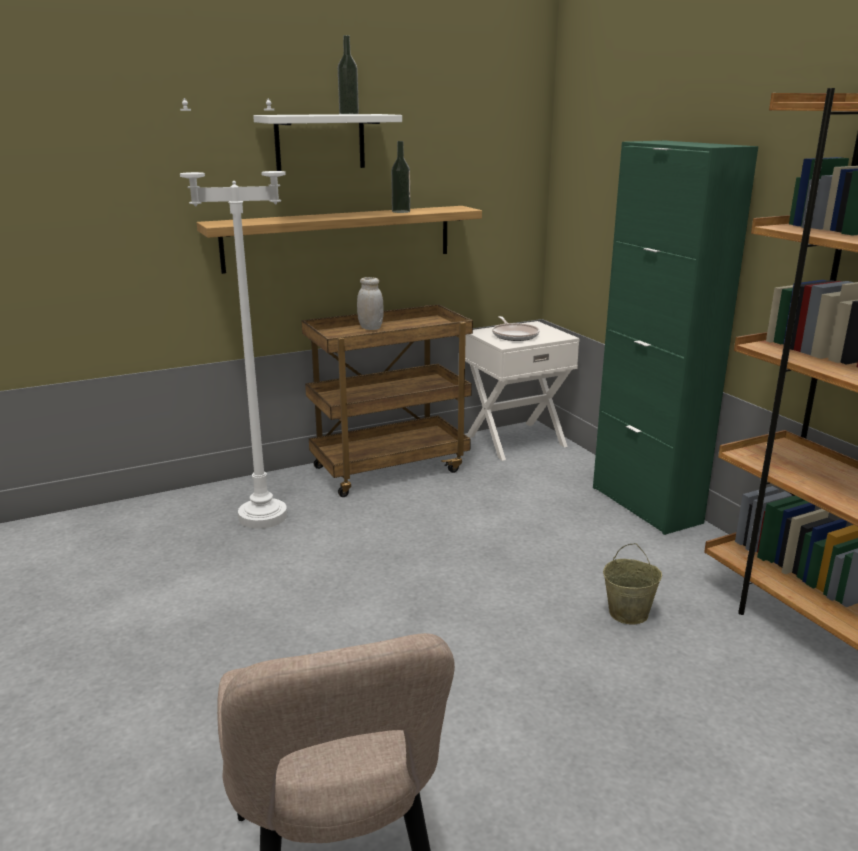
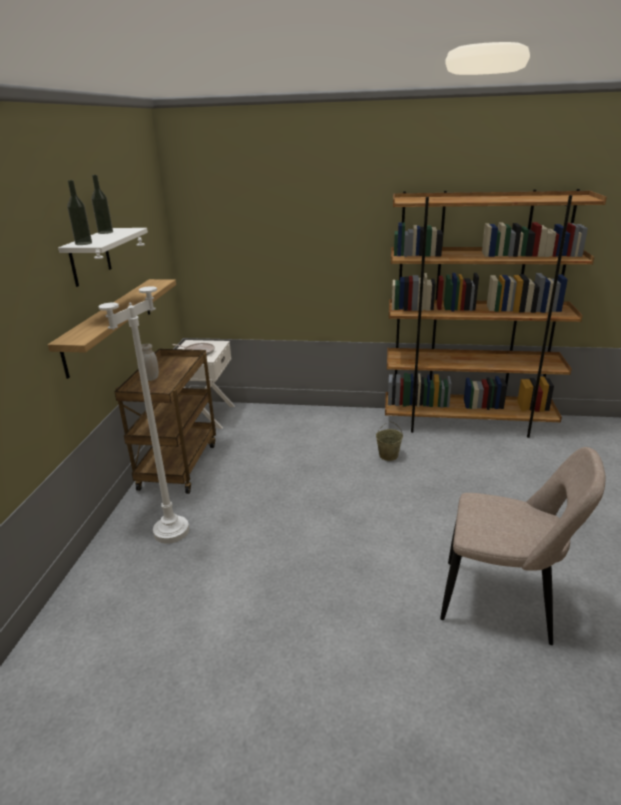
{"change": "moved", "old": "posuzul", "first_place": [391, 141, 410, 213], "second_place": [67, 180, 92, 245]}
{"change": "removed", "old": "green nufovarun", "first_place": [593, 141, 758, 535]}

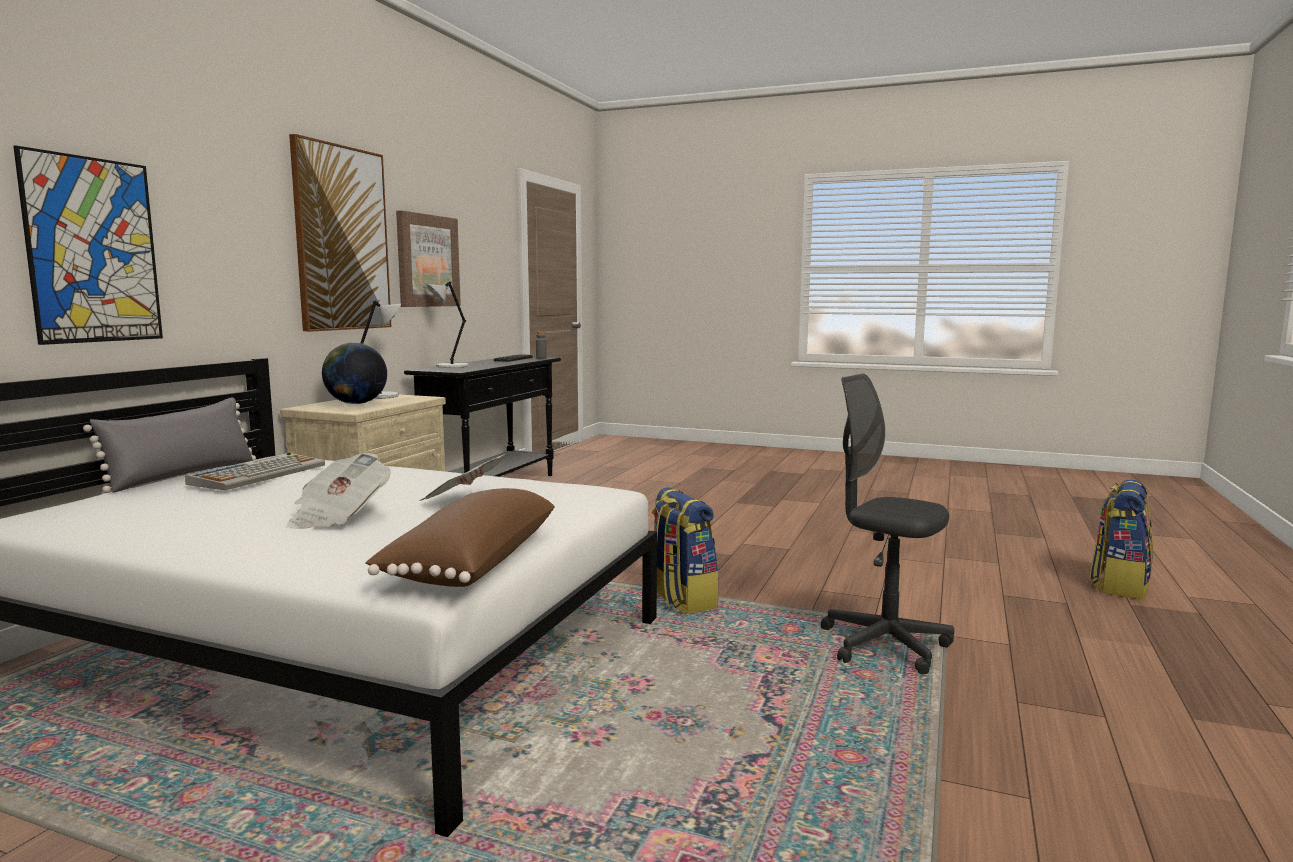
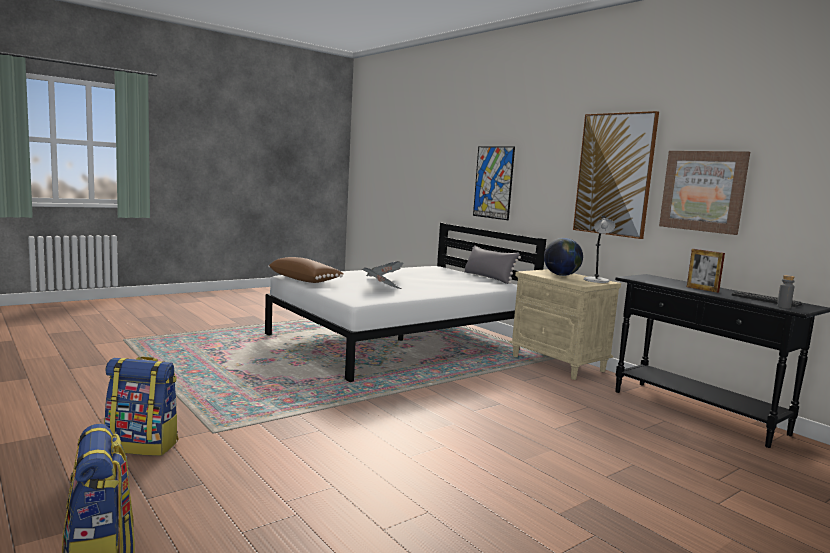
{"change": "removed", "old": "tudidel", "first_place": [185, 453, 325, 490]}
{"change": "removed", "old": "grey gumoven", "first_place": [427, 281, 469, 368]}
{"change": "moved", "old": "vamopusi", "first_place": [652, 487, 719, 615], "second_place": [104, 357, 178, 456]}
{"change": "removed", "old": "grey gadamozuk", "first_place": [821, 374, 954, 674]}
{"change": "added", "new": "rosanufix", "second_place": [687, 249, 725, 293]}

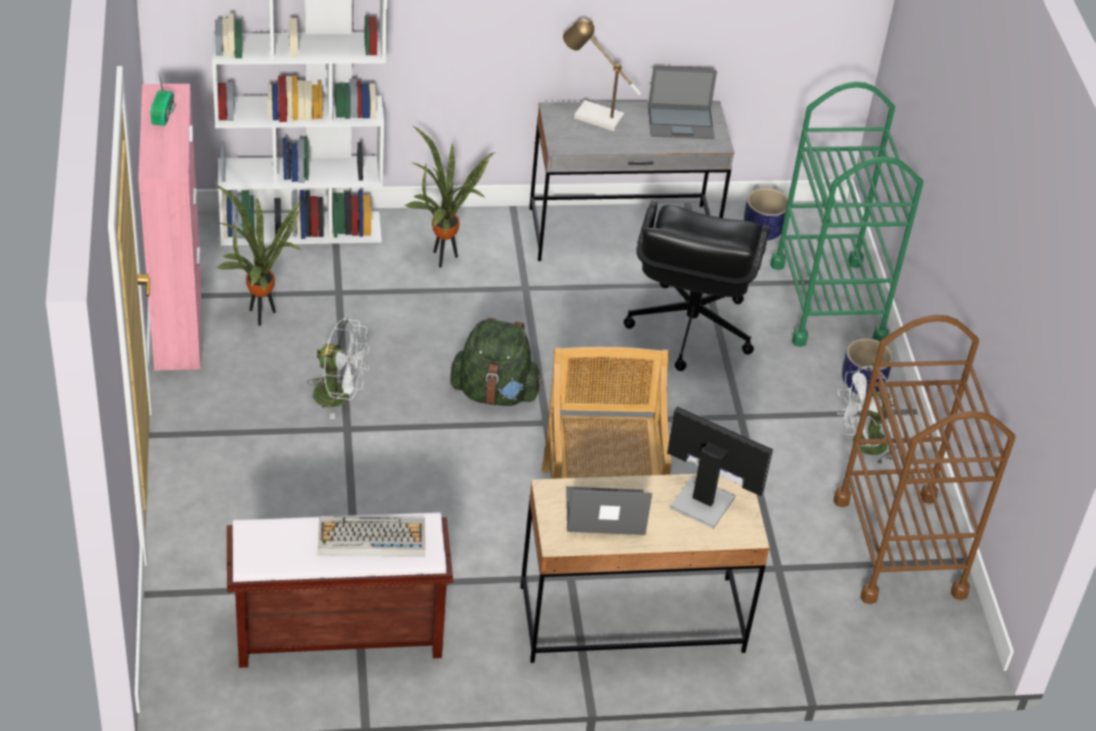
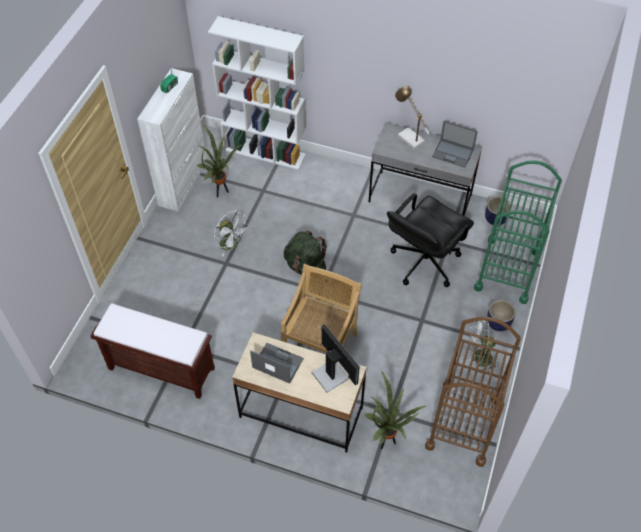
{"change": "recoloured", "old": "pink nufovarun", "new": "white nufovarun", "first_place": [138, 84, 201, 371], "second_place": [137, 68, 207, 212]}
{"change": "removed", "old": "tudidel", "first_place": [318, 516, 425, 557]}
{"change": "moved", "old": "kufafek", "first_place": [404, 126, 496, 268], "second_place": [364, 370, 426, 449]}

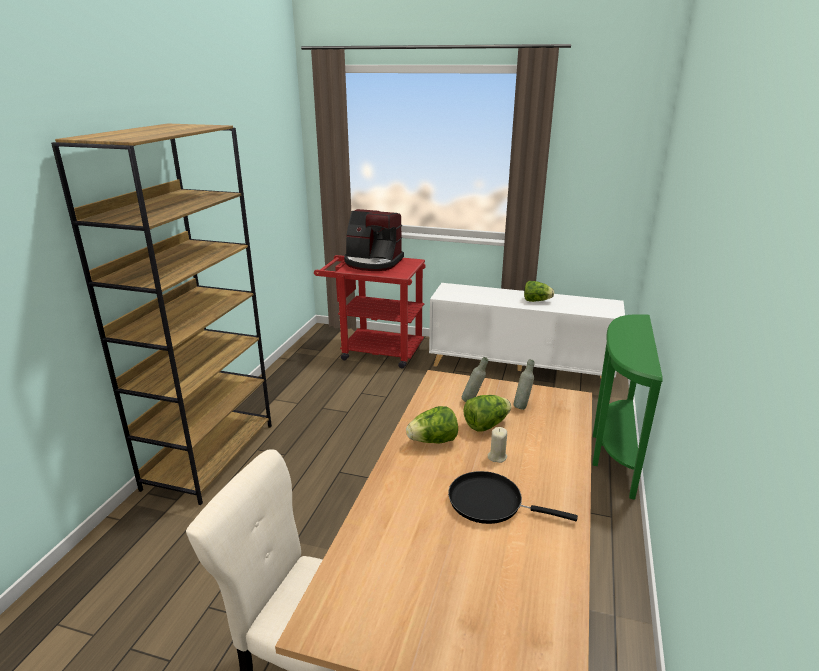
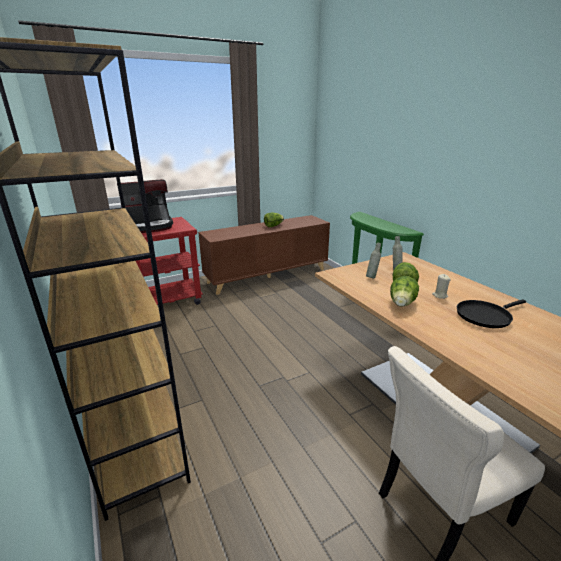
{"change": "recoloured", "old": "white nufovarun", "new": "brown nufovarun", "first_place": [429, 283, 625, 378], "second_place": [198, 215, 330, 295]}

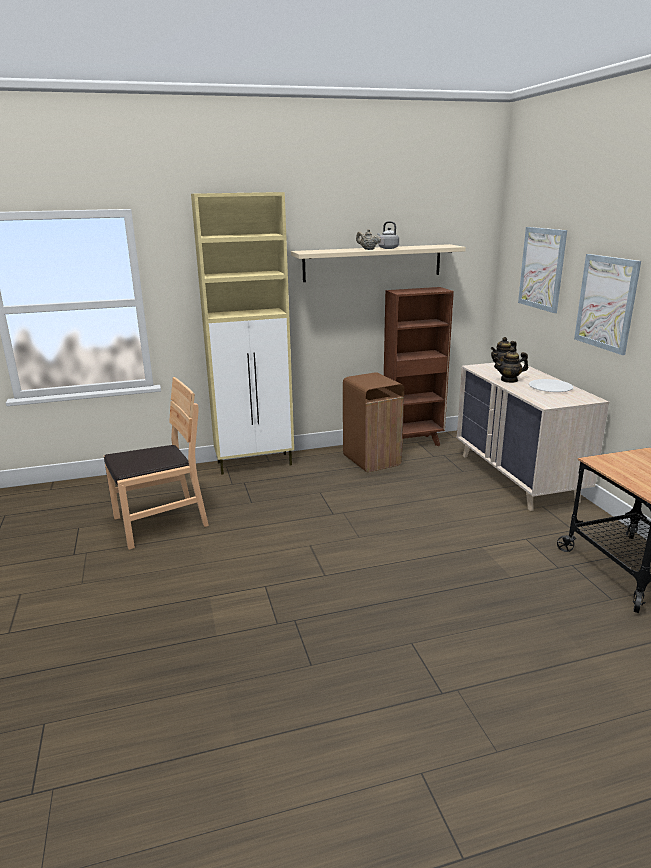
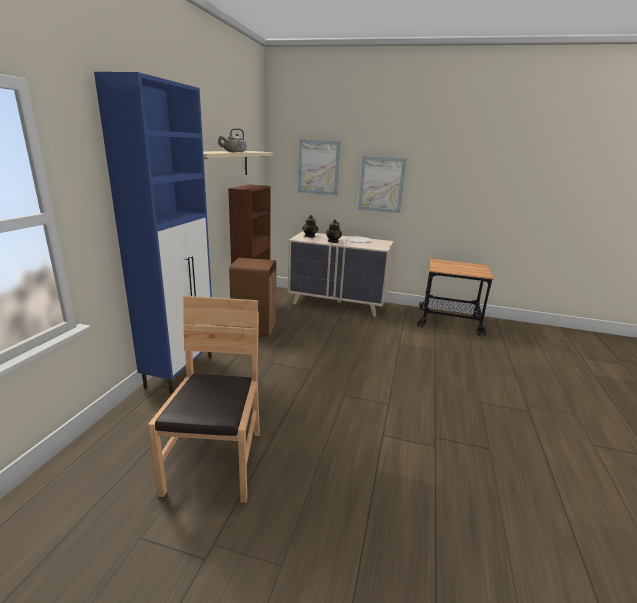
{"change": "recoloured", "old": "beige nufovarun", "new": "blue nufovarun", "first_place": [191, 192, 294, 475], "second_place": [94, 72, 212, 394]}

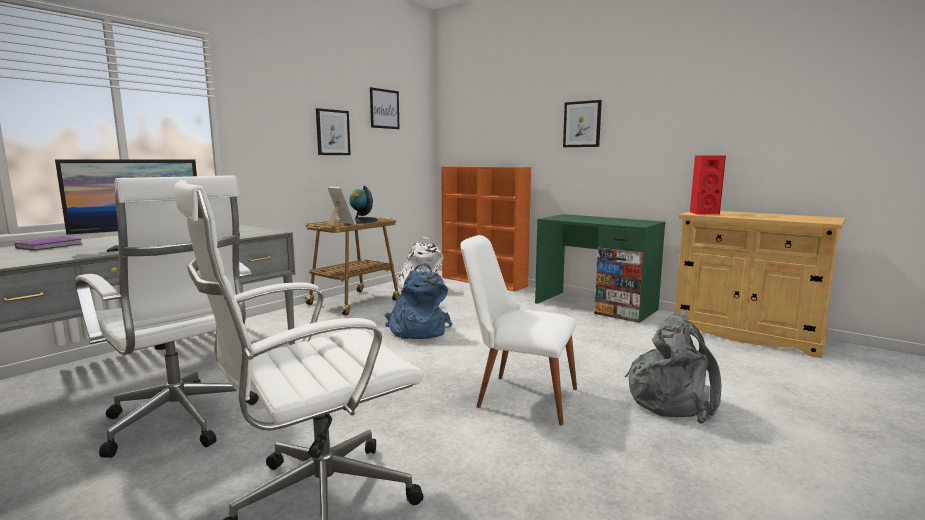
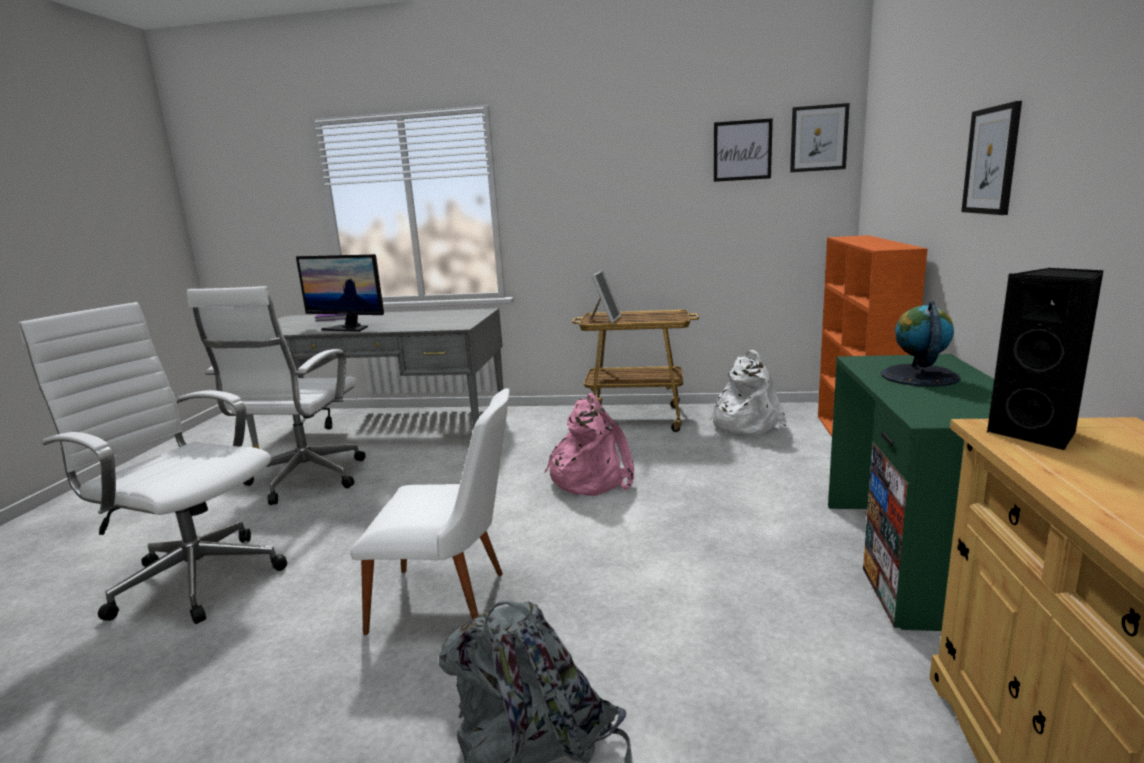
{"change": "moved", "old": "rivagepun", "first_place": [316, 108, 351, 155], "second_place": [790, 103, 850, 172]}
{"change": "moved", "old": "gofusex", "first_place": [349, 185, 378, 223], "second_place": [881, 301, 961, 387]}
{"change": "recoloured", "old": "blue vamopusi", "new": "pink vamopusi", "first_place": [385, 263, 452, 339], "second_place": [544, 393, 634, 496]}
{"change": "turned", "old": "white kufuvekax", "first_place": [460, 235, 577, 425], "second_place": [351, 388, 510, 635], "degrees": 105}
{"change": "recoloured", "old": "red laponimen", "new": "black laponimen", "first_place": [690, 155, 726, 214], "second_place": [987, 268, 1104, 451]}

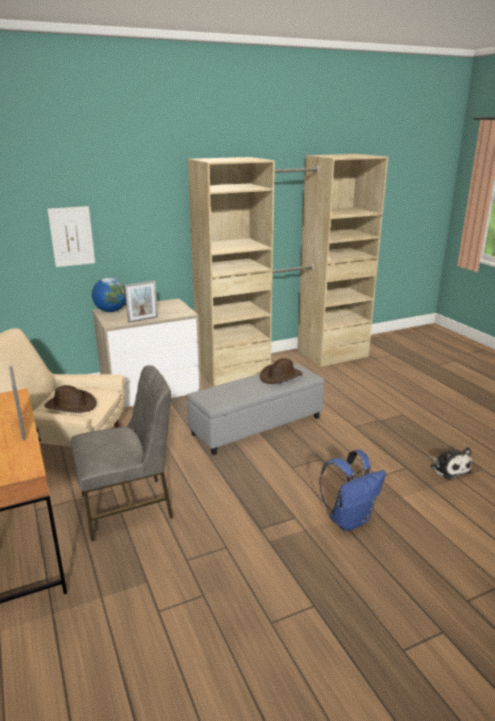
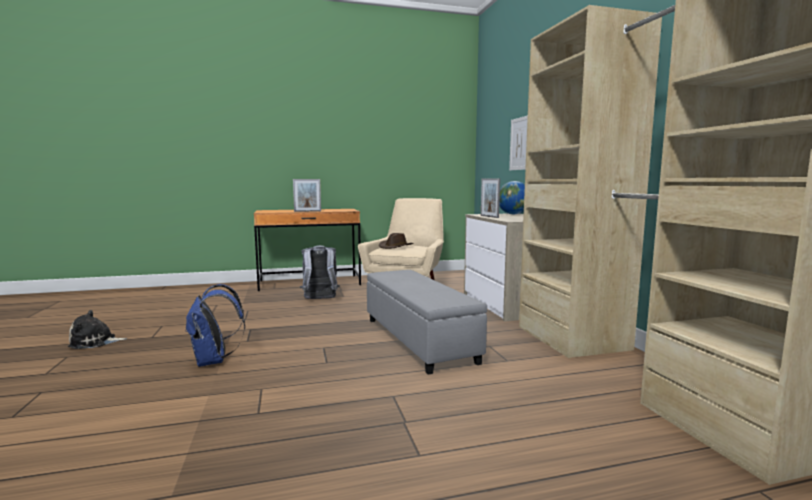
{"change": "replaced", "old": "grey kufuvekax", "new": "grey vamopusi", "first_place": [71, 365, 173, 542], "second_place": [300, 245, 340, 299]}
{"change": "removed", "old": "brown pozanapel", "first_place": [260, 358, 303, 384]}
{"change": "moved", "old": "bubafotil", "first_place": [429, 447, 472, 480], "second_place": [68, 310, 127, 349]}

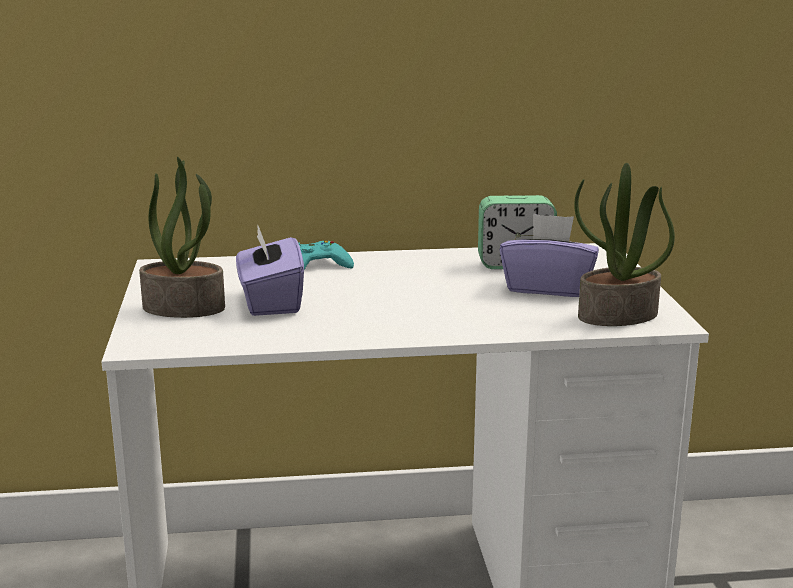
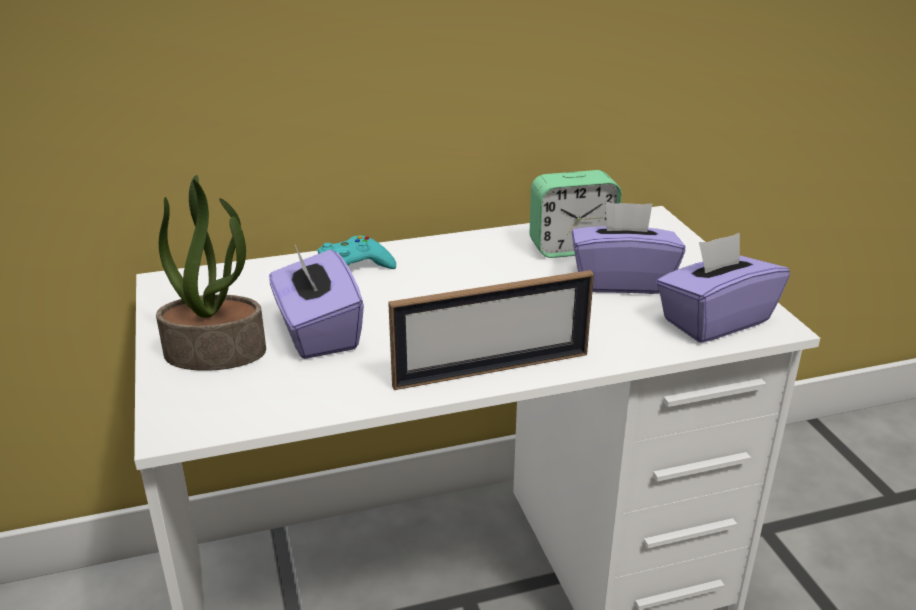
{"change": "replaced", "old": "kufafek", "new": "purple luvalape", "first_place": [574, 163, 675, 326], "second_place": [656, 233, 790, 343]}
{"change": "added", "new": "rosanufix", "second_place": [388, 270, 594, 390]}

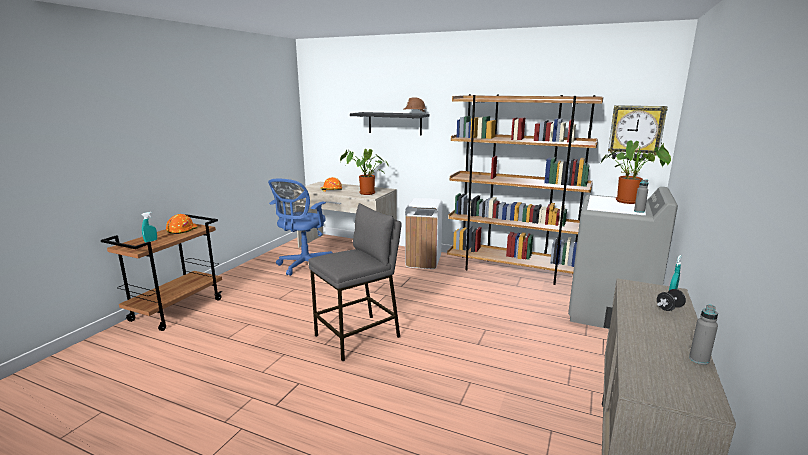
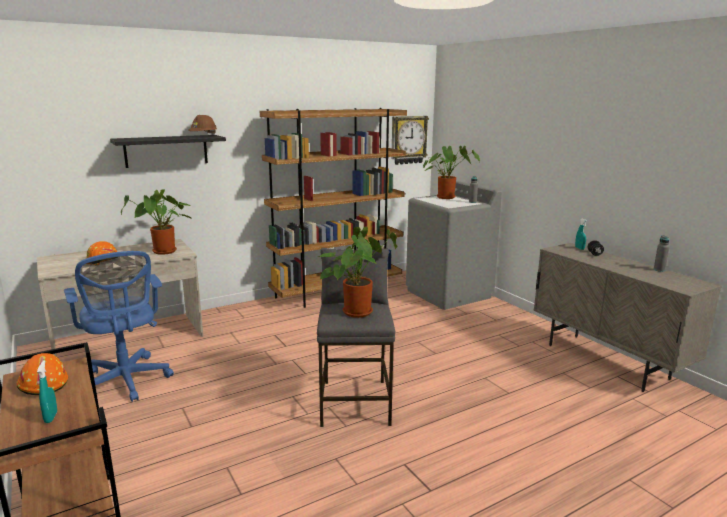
{"change": "removed", "old": "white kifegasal", "first_place": [405, 198, 442, 269]}
{"change": "added", "new": "kufafek", "second_place": [317, 226, 398, 318]}

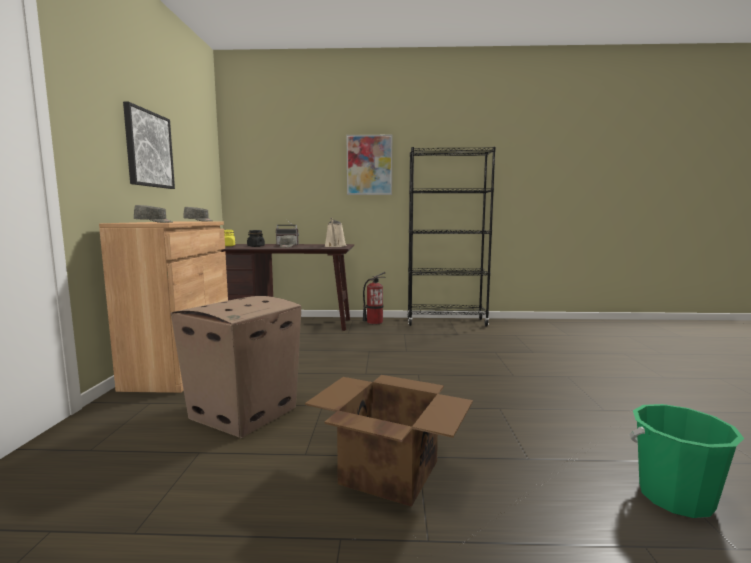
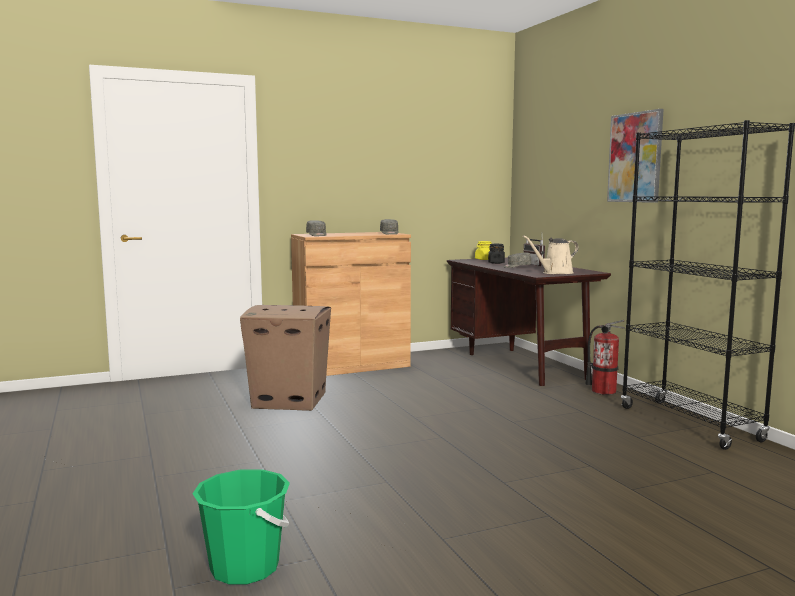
{"change": "removed", "old": "rivagepun", "first_place": [123, 102, 175, 189]}
{"change": "removed", "old": "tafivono", "first_place": [305, 375, 473, 507]}

